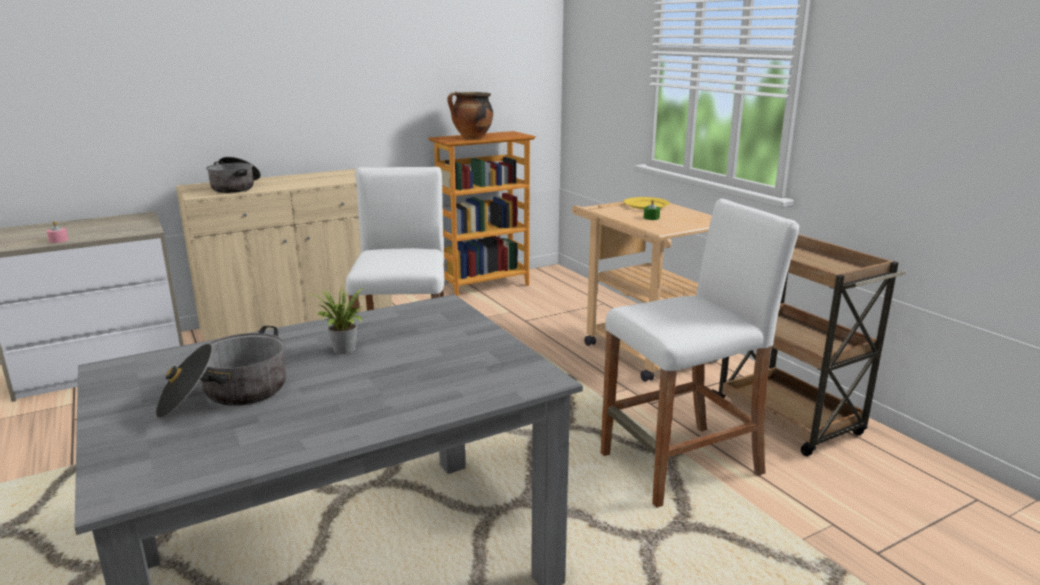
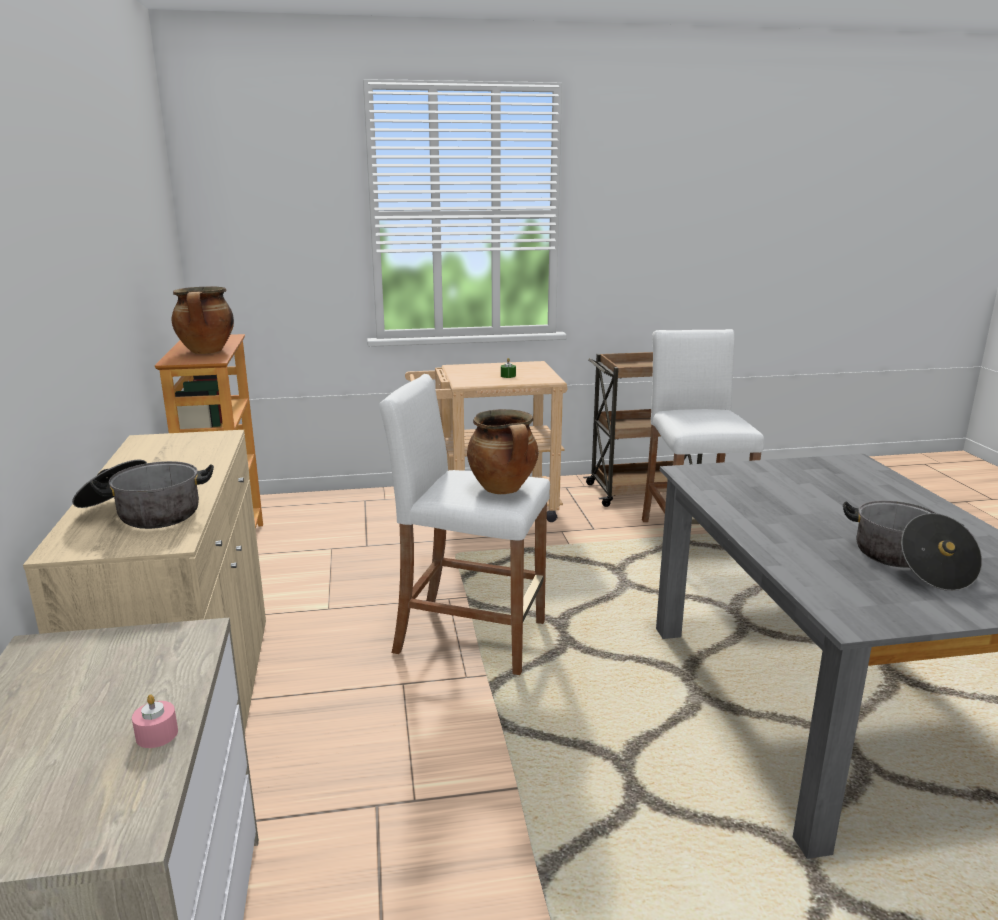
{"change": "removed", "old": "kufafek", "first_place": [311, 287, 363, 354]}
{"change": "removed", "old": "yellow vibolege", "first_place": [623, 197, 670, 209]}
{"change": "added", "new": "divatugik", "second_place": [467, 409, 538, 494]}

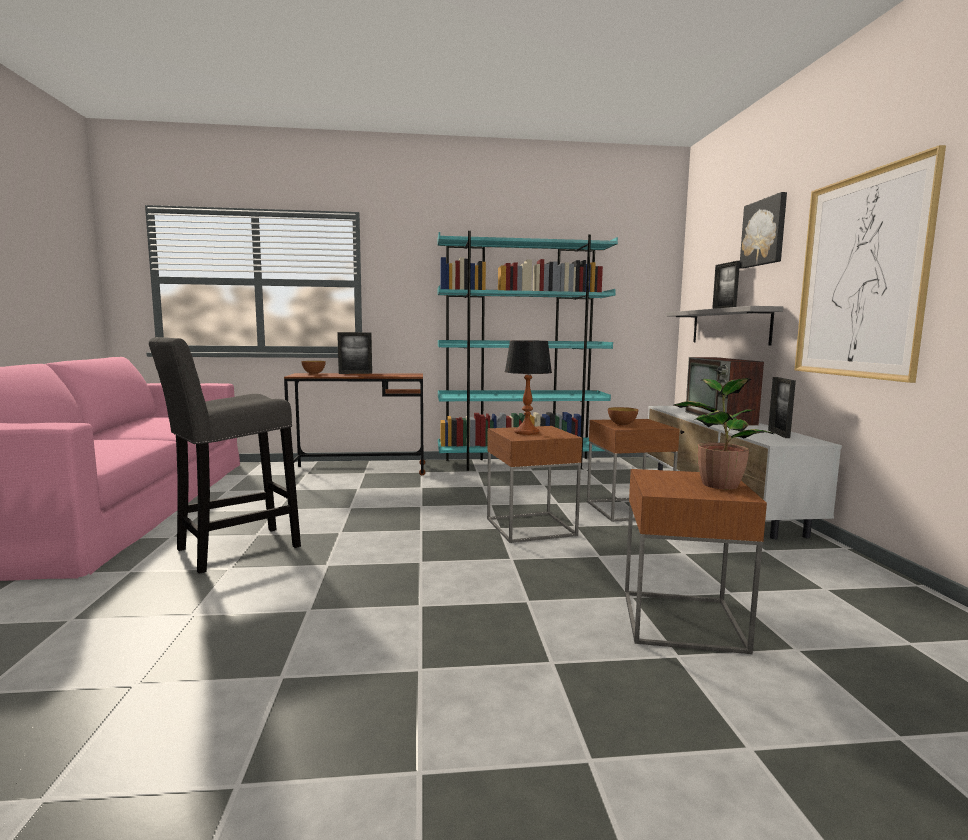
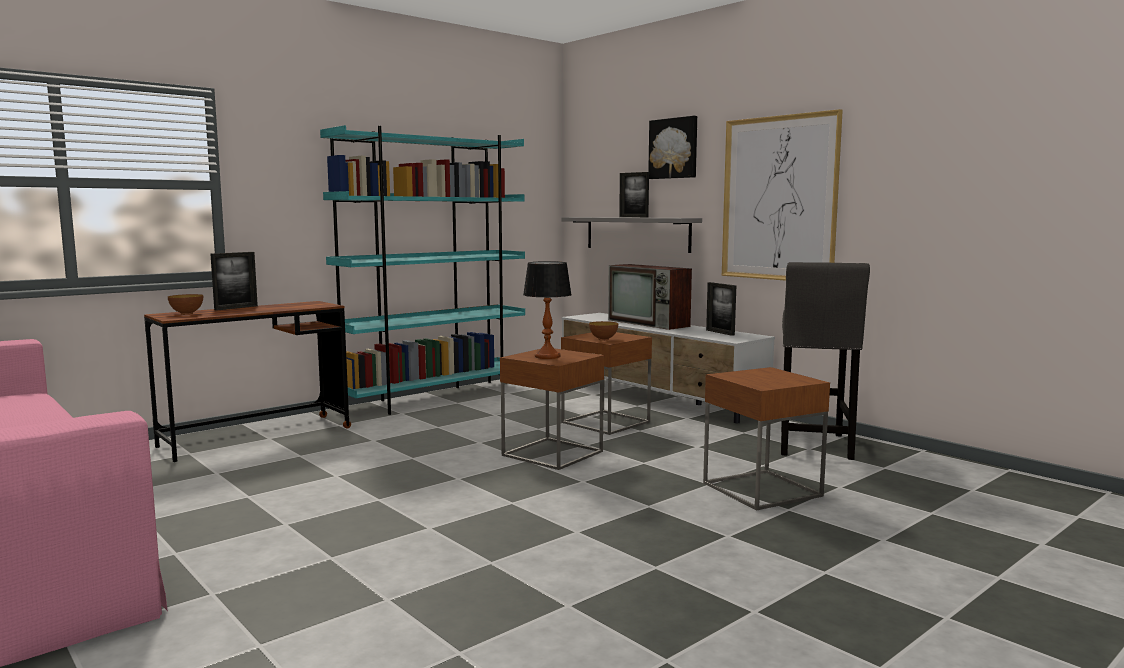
{"change": "moved", "old": "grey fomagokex", "first_place": [149, 337, 301, 574], "second_place": [781, 262, 870, 460]}
{"change": "removed", "old": "kufafek", "first_place": [673, 378, 774, 489]}

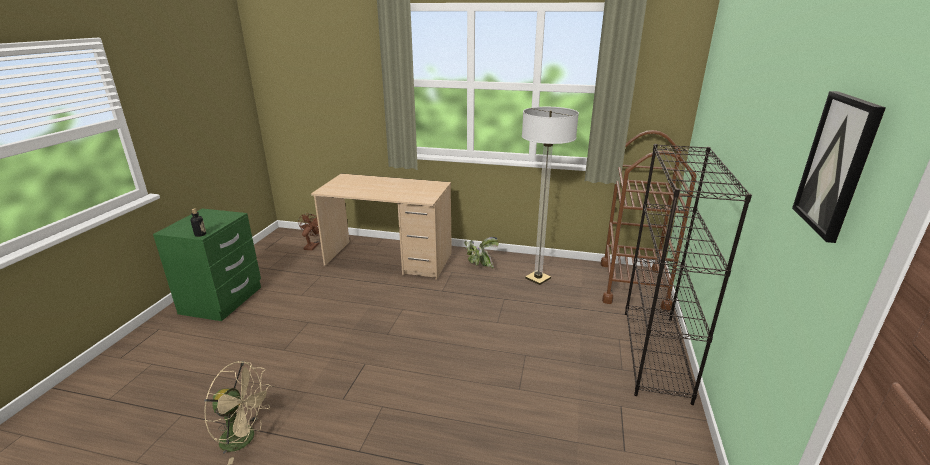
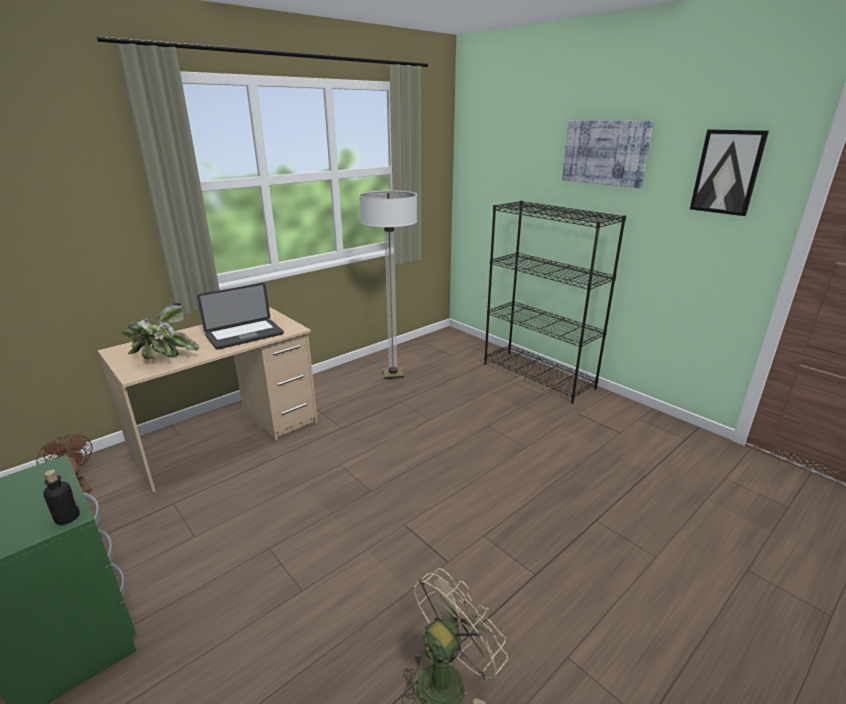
{"change": "moved", "old": "kufafek", "first_place": [464, 237, 499, 269], "second_place": [122, 303, 199, 359]}
{"change": "removed", "old": "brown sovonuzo", "first_place": [601, 130, 697, 310]}
{"change": "added", "new": "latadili", "second_place": [197, 283, 284, 350]}
{"change": "added", "new": "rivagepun", "second_place": [562, 120, 653, 188]}

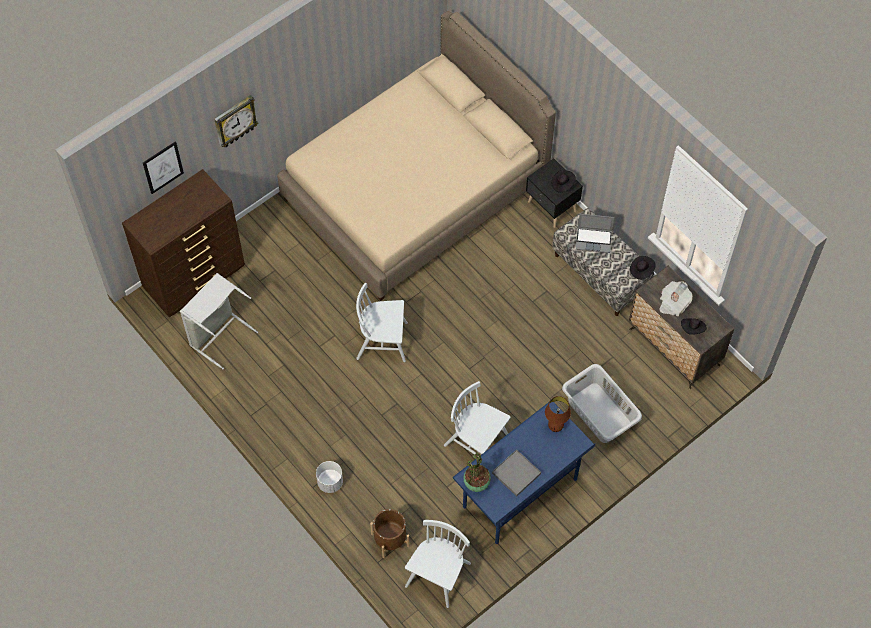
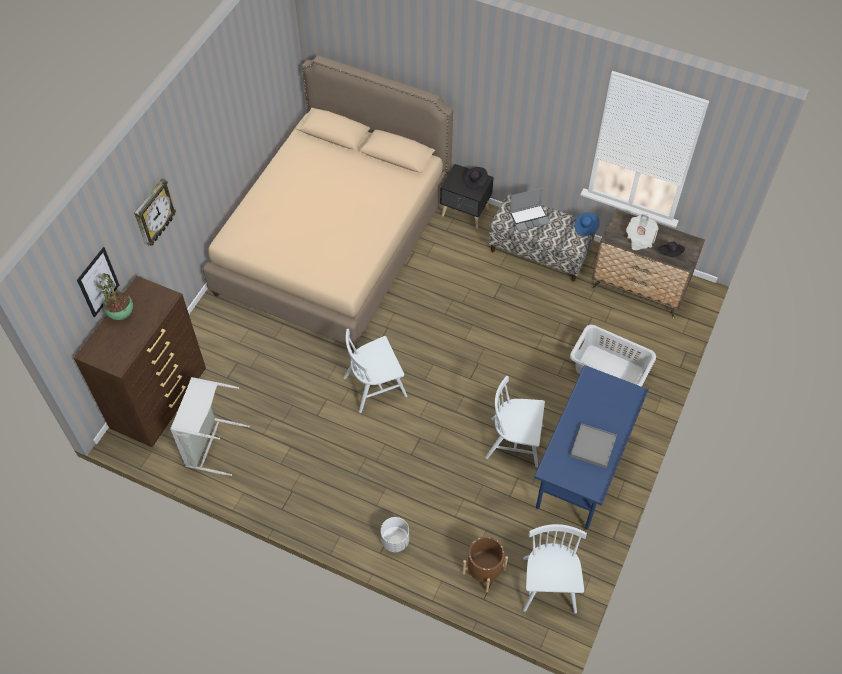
{"change": "moved", "old": "kufafek", "first_place": [463, 452, 491, 492], "second_place": [97, 273, 133, 320]}
{"change": "removed", "old": "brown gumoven", "first_place": [545, 396, 571, 432]}
{"change": "recoloured", "old": "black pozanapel", "new": "blue pozanapel", "first_place": [630, 256, 656, 280], "second_place": [574, 212, 600, 236]}

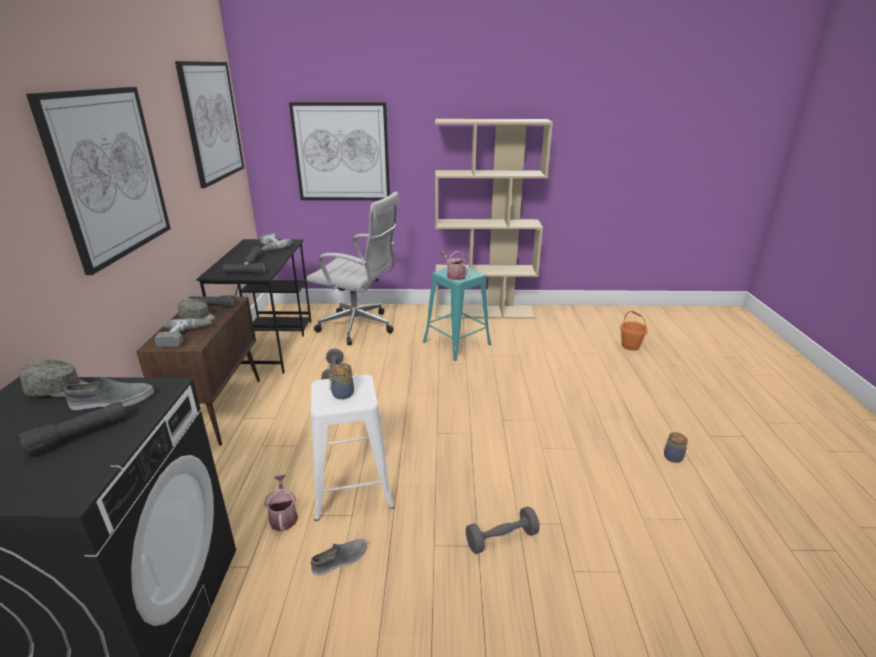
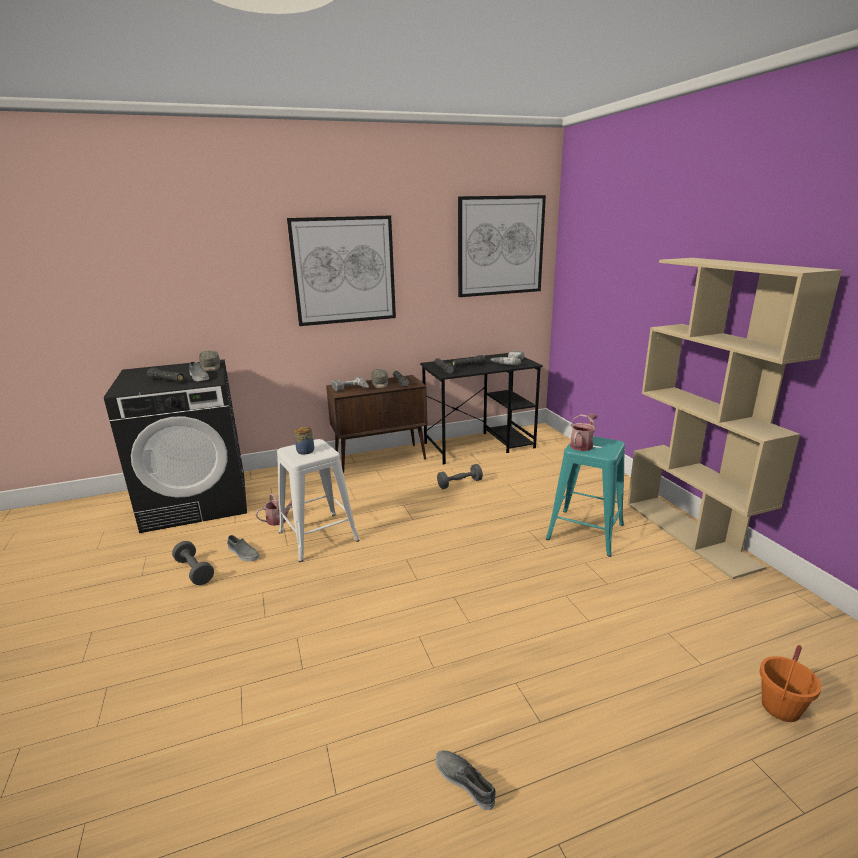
{"change": "removed", "old": "rivagepun", "first_place": [289, 102, 390, 200]}
{"change": "removed", "old": "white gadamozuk", "first_place": [307, 191, 399, 345]}
{"change": "moved", "old": "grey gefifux", "first_place": [466, 506, 540, 554], "second_place": [172, 541, 214, 585]}
{"change": "replaced", "old": "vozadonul", "new": "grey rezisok", "first_place": [664, 432, 688, 463], "second_place": [436, 750, 496, 810]}

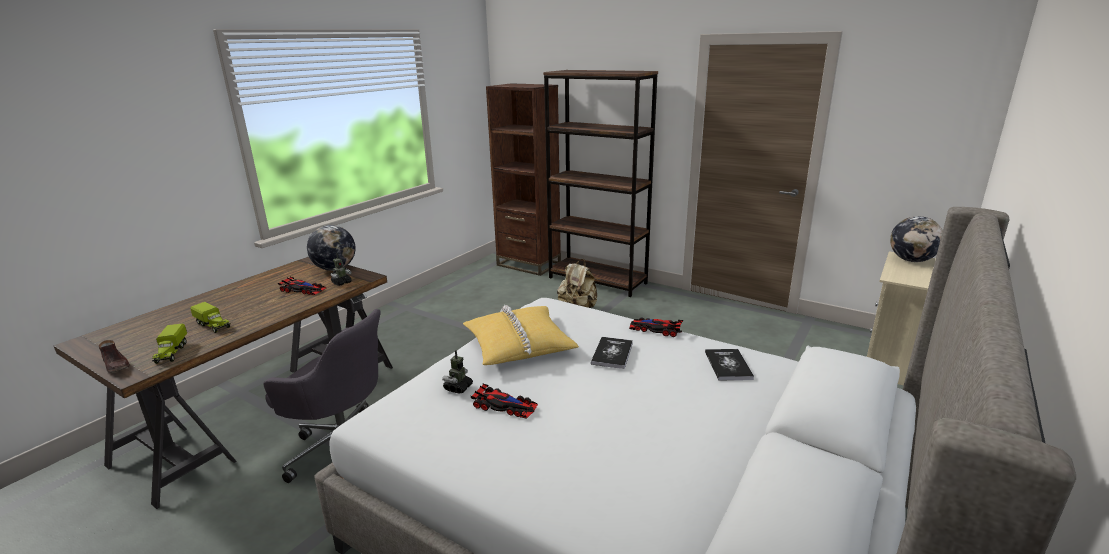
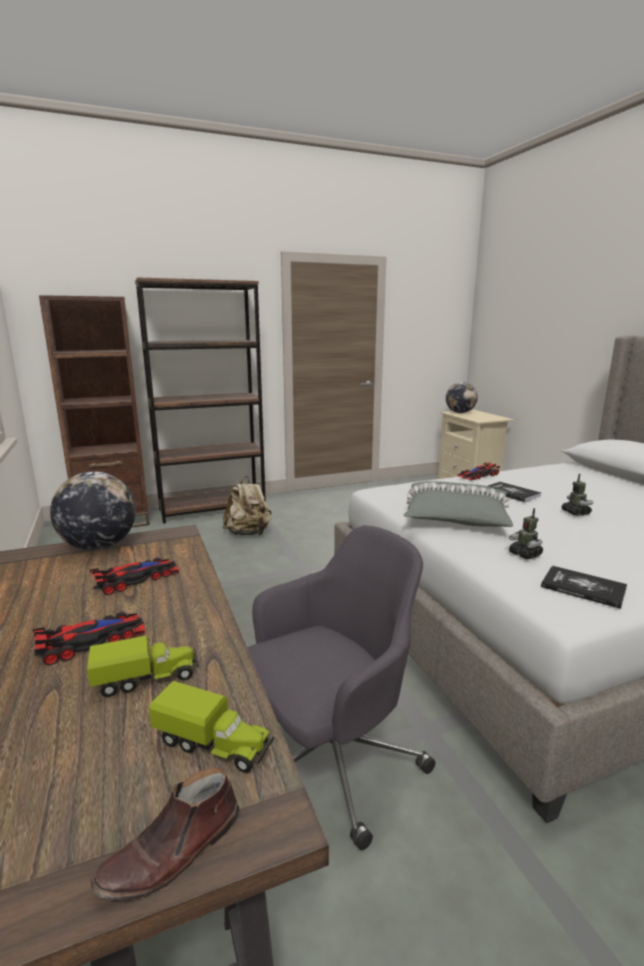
{"change": "turned", "old": "brown rezisok", "first_place": [99, 340, 130, 373], "second_place": [90, 767, 239, 900], "degrees": 150}
{"change": "moved", "old": "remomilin", "first_place": [331, 253, 352, 286], "second_place": [561, 474, 594, 516]}
{"change": "recoloured", "old": "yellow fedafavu", "new": "grey fedafavu", "first_place": [463, 305, 579, 365], "second_place": [404, 481, 513, 527]}
{"change": "moved", "old": "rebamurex", "first_place": [471, 384, 538, 419], "second_place": [32, 612, 145, 665]}
{"change": "moved", "old": "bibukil", "first_place": [705, 349, 754, 381], "second_place": [541, 565, 627, 609]}

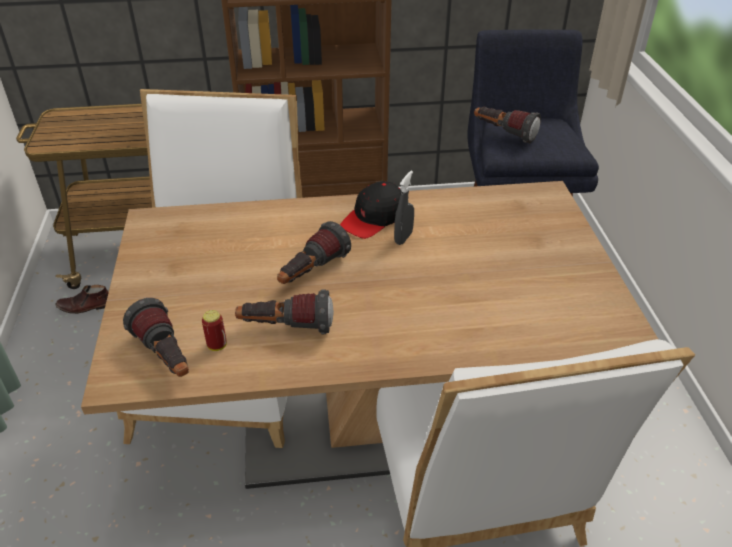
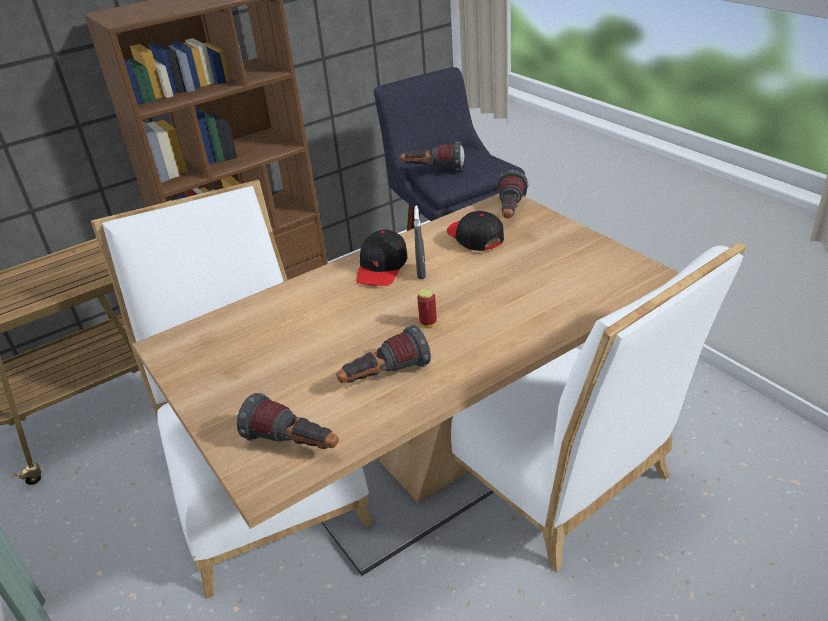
{"change": "removed", "old": "brown rezisok", "first_place": [55, 285, 109, 314]}
{"change": "moved", "old": "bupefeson", "first_place": [202, 310, 227, 351], "second_place": [417, 289, 437, 327]}
{"change": "moved", "old": "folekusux", "first_place": [277, 221, 351, 284], "second_place": [496, 170, 528, 218]}
{"change": "added", "new": "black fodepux", "second_place": [447, 211, 504, 251]}

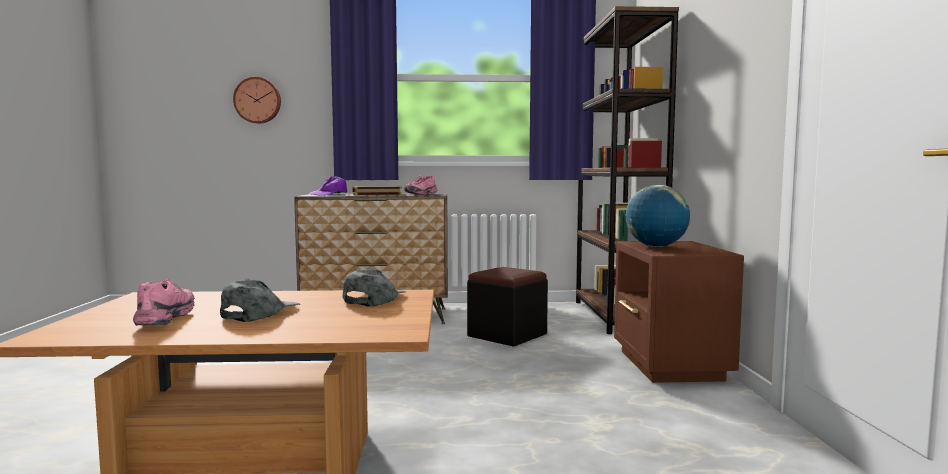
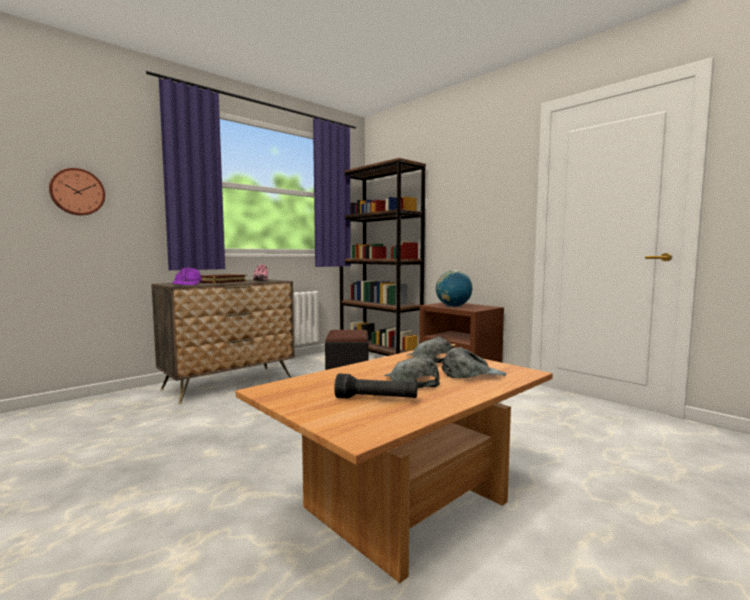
{"change": "replaced", "old": "pink rezisok", "new": "black folekusux", "first_place": [133, 279, 195, 326], "second_place": [334, 373, 417, 399]}
{"change": "added", "new": "grey fodepux", "second_place": [442, 347, 507, 378]}

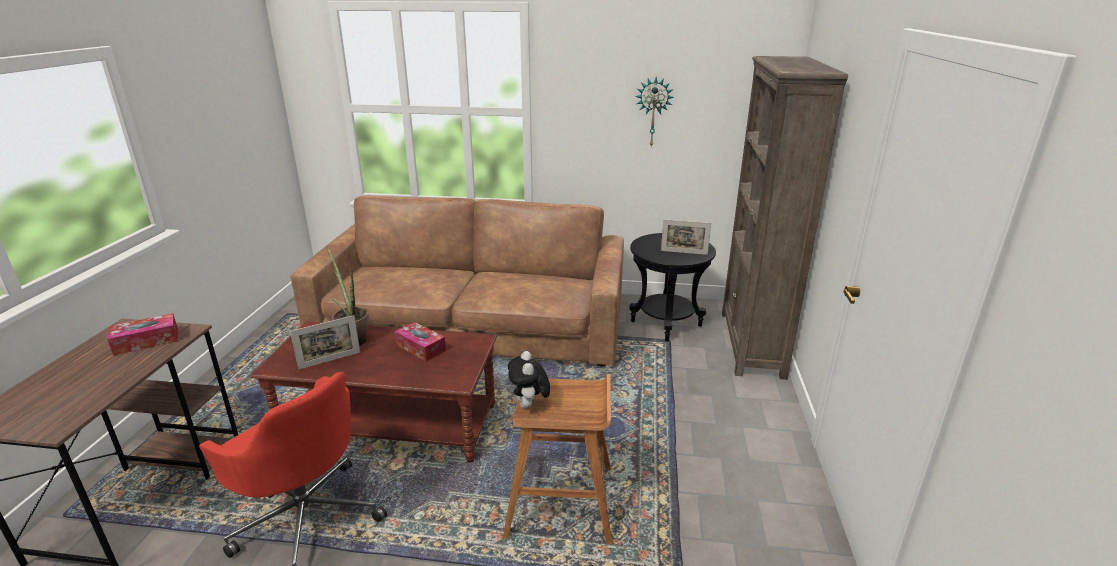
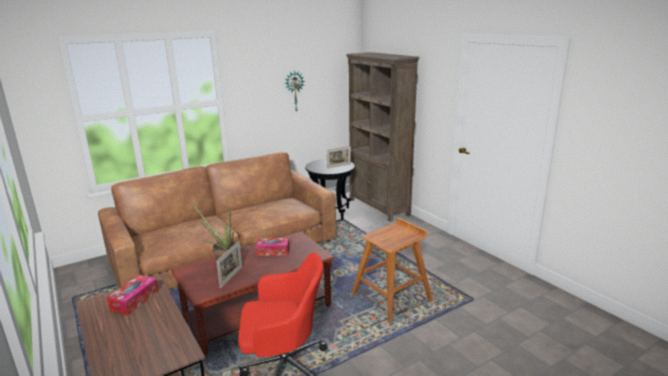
{"change": "removed", "old": "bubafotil", "first_place": [508, 351, 550, 409]}

